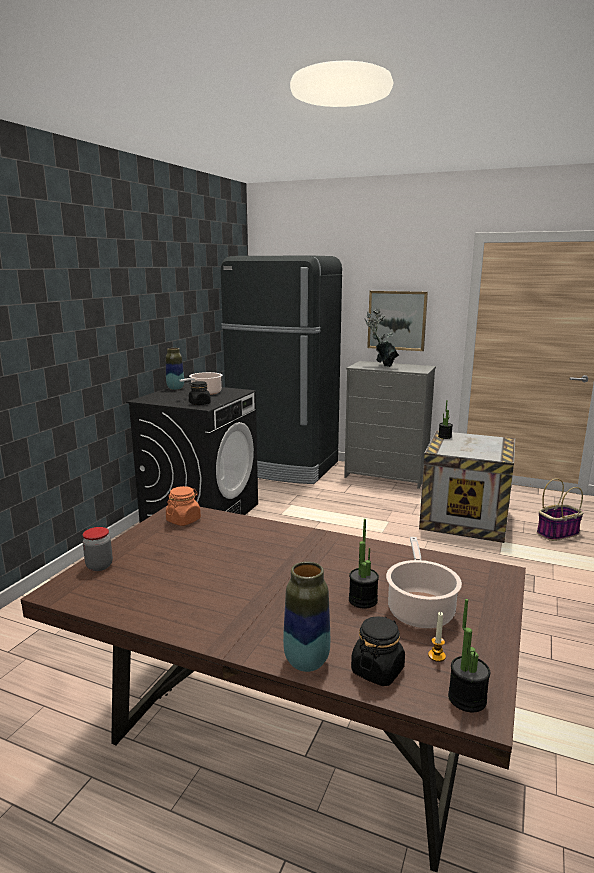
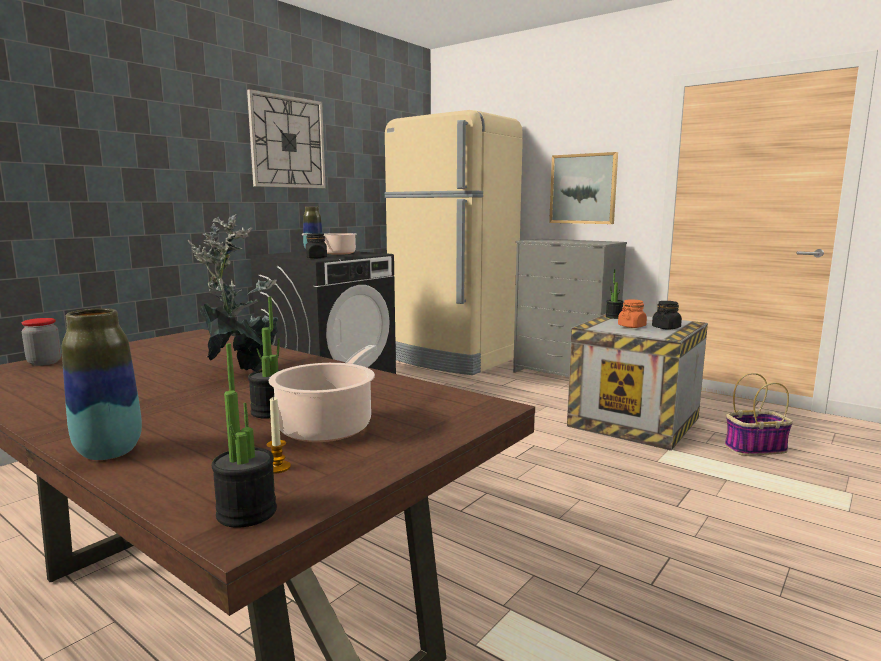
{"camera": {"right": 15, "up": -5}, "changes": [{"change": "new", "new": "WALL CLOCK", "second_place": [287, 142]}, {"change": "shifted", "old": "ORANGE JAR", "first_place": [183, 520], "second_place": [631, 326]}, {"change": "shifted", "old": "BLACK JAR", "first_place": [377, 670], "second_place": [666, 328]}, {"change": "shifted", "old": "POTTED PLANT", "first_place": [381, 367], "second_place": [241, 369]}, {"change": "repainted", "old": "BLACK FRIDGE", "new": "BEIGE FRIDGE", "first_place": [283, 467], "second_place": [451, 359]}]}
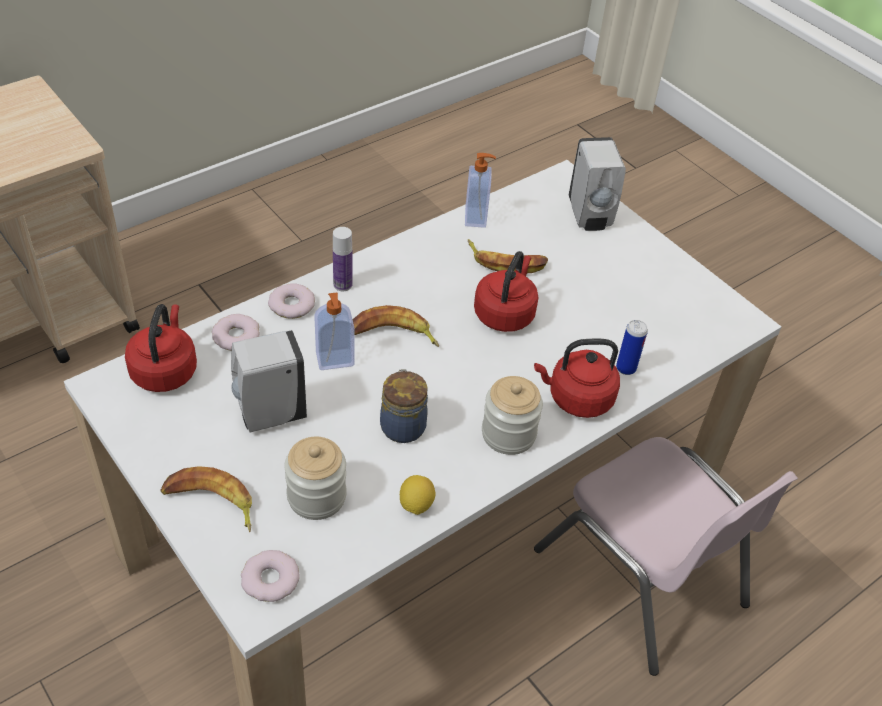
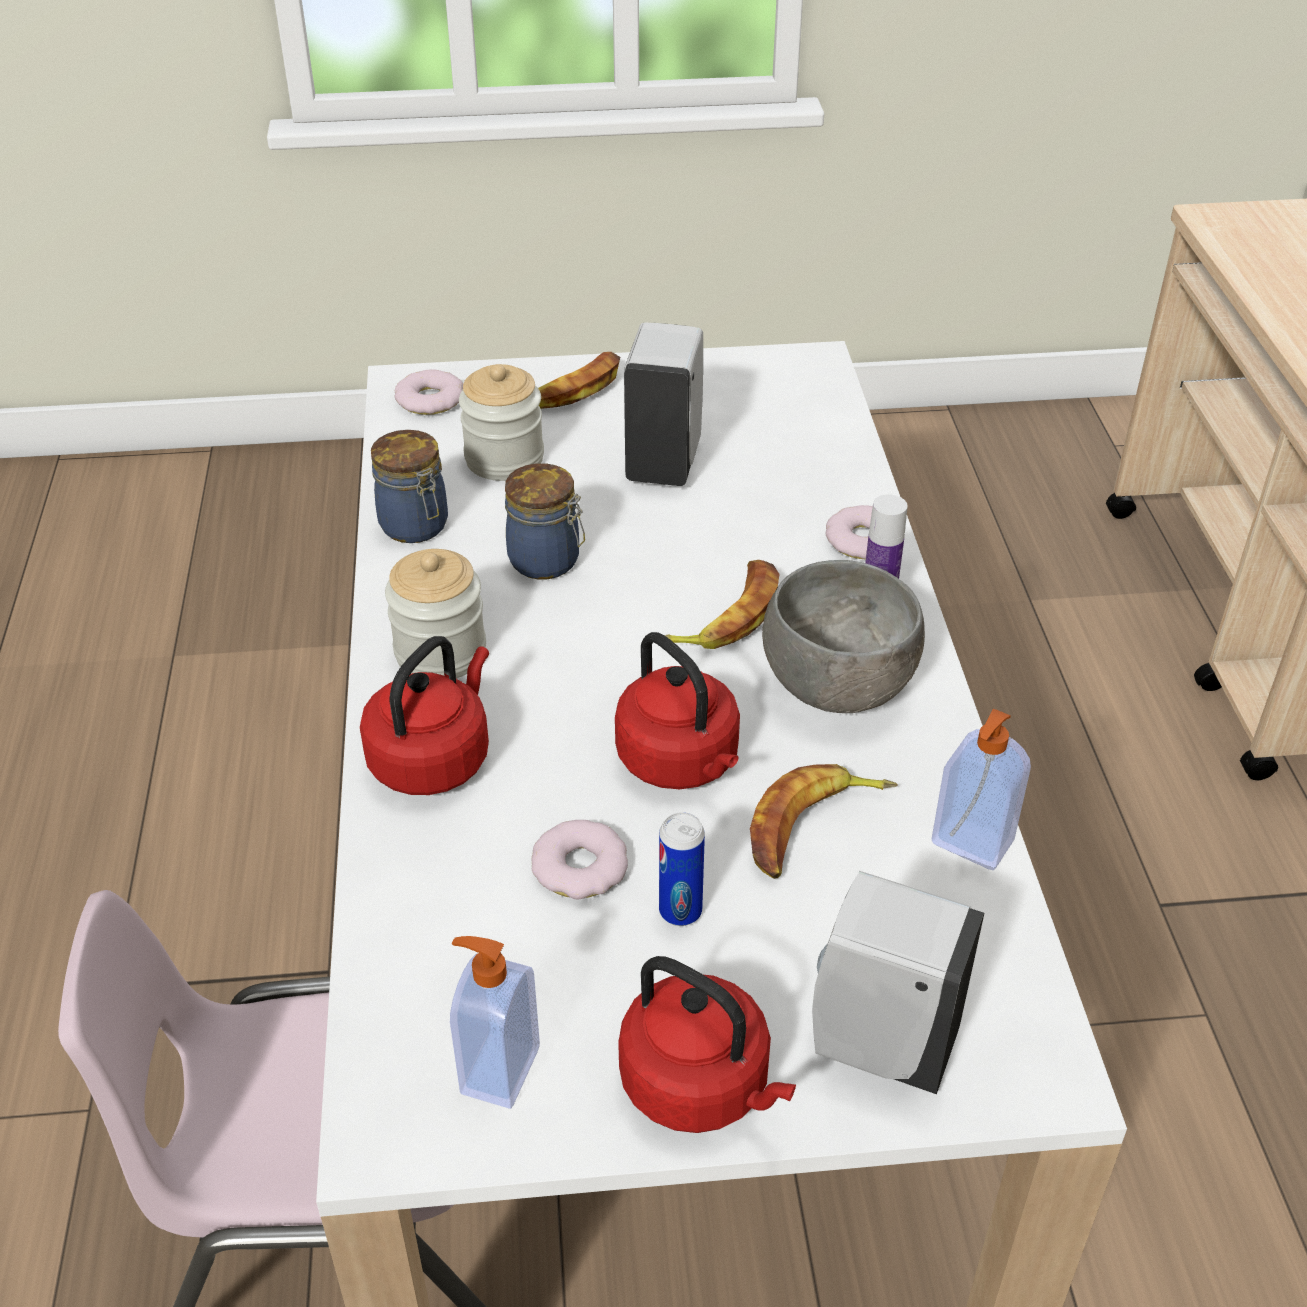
{"camera": {"right": 125, "up": -5}, "changes": [{"change": "new", "new": "GREY BOWL", "second_place": [837, 689]}, {"change": "shifted", "old": "RED KETTLE", "first_place": [165, 370], "second_place": [701, 1086]}, {"change": "shifted", "old": "DONUT", "first_place": [236, 336], "second_place": [580, 867]}, {"change": "shifted", "old": "SOAP DISPENSER", "first_place": [335, 360], "second_place": [497, 1070]}, {"change": "shifted", "old": "CAN", "first_place": [626, 368], "second_place": [680, 911]}, {"change": "swapped", "old": "LEMON", "new": "JAR", "first_place": [416, 504], "second_place": [416, 527]}]}
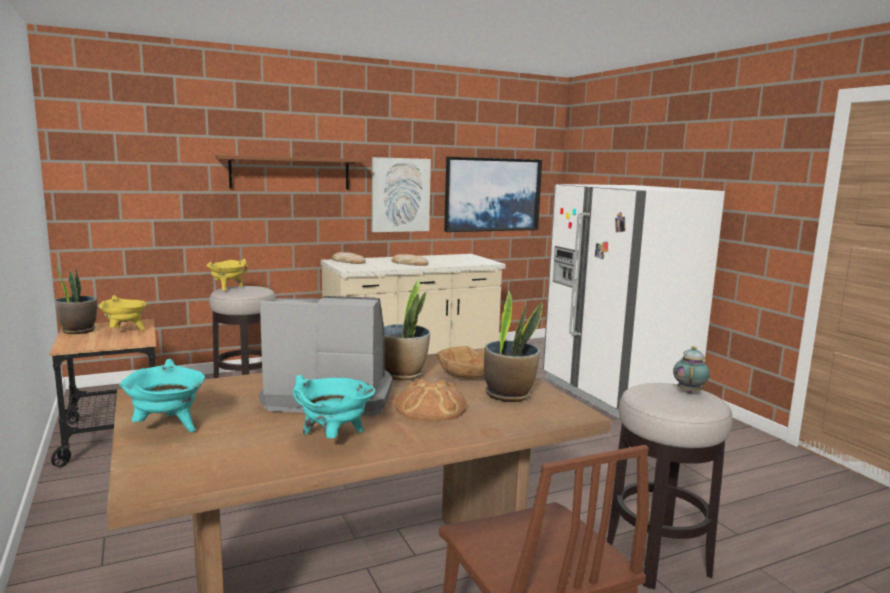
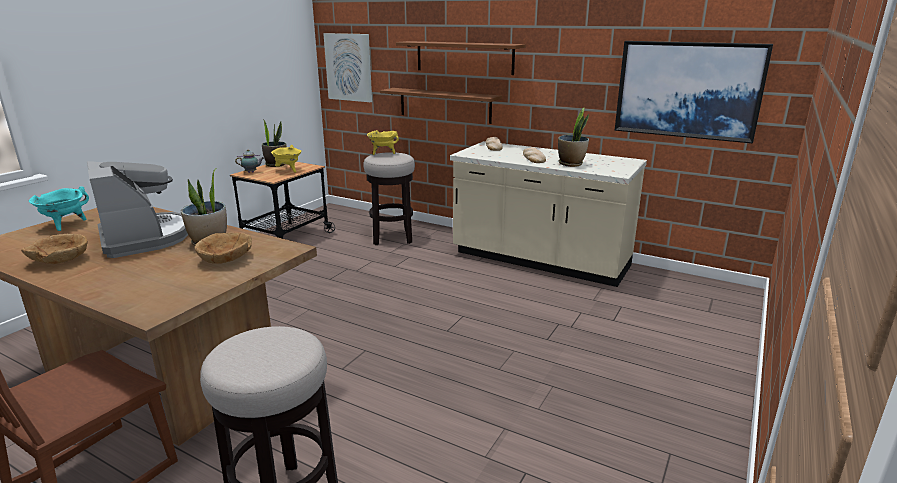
{"camera": {"right": 55, "up": 10}, "changes": [{"change": "gone", "old": "BREAD", "first_place": [431, 407]}, {"change": "gone", "old": "WHITE FRIDGE", "first_place": [616, 392]}, {"change": "new", "new": "BROWN SHELF", "second_place": [444, 105]}, {"change": "shifted", "old": "PICTURE", "first_place": [400, 195], "second_place": [349, 67]}, {"change": "shifted", "old": "POTTED PLANT", "first_place": [509, 395], "second_place": [571, 164]}, {"change": "shifted", "old": "TEAPOT", "first_place": [689, 391], "second_place": [252, 172]}, {"change": "swapped", "old": "TURQUOISE COOKING POT", "new": "BROWN BOWL", "first_place": [334, 439], "second_place": [59, 260]}]}
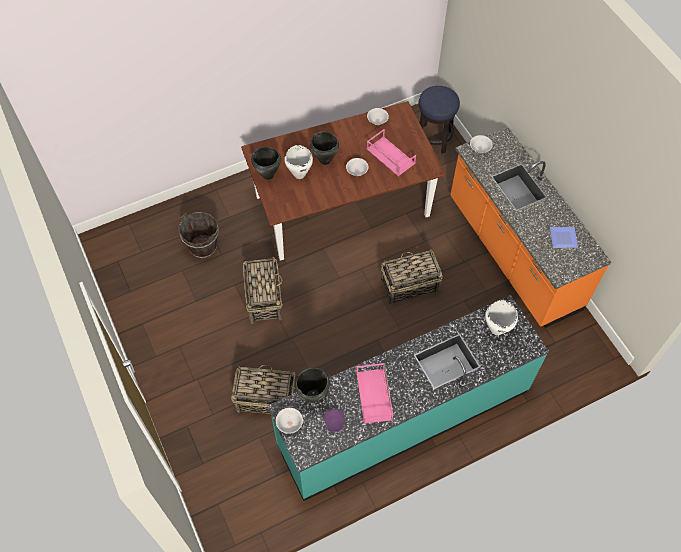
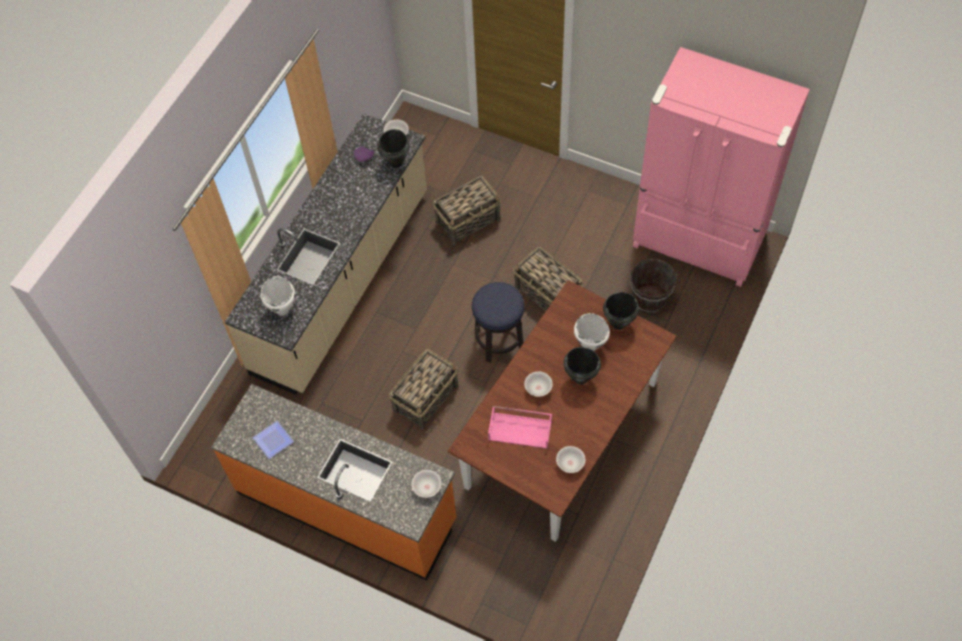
{"camera": {"right": 145, "up": 0}, "changes": [{"change": "gone", "old": "PINK TRAY", "first_place": [374, 396]}, {"change": "new", "new": "PINK FRIDGE", "second_place": [698, 241]}, {"change": "shifted", "old": "STOOL", "first_place": [433, 139], "second_place": [499, 341]}, {"change": "repainted", "old": "TURQUOISE COUNTER", "new": "BEIGE COUNTER", "first_place": [403, 417], "second_place": [343, 282]}]}
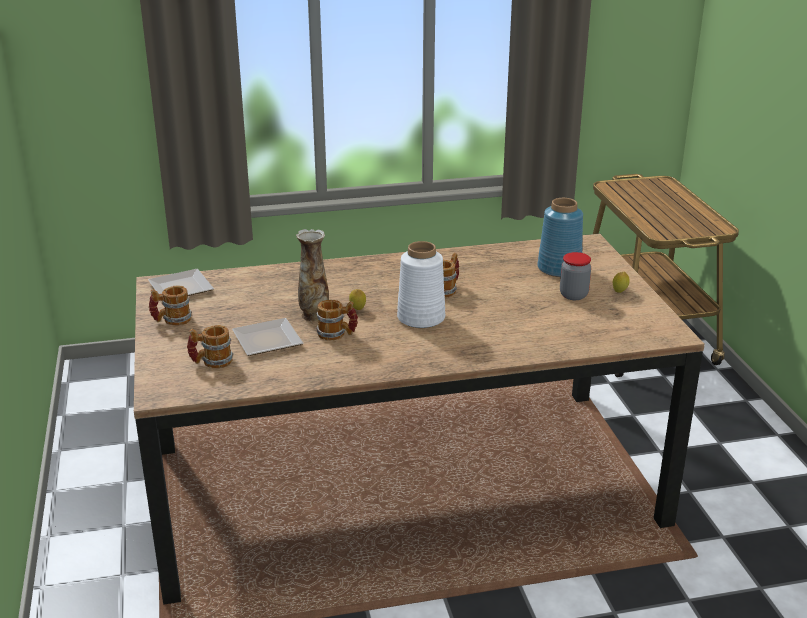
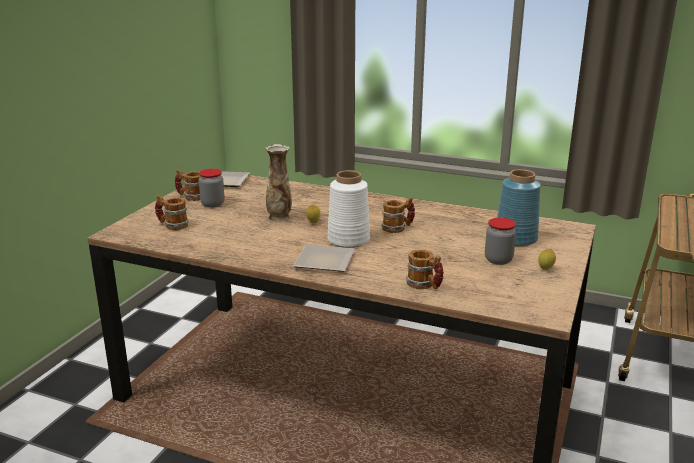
{"camera": {"right": 35, "up": -5}, "changes": [{"change": "new", "new": "JAR", "second_place": [212, 204]}, {"change": "shifted", "old": "PLATE", "first_place": [266, 342], "second_place": [322, 262]}, {"change": "shifted", "old": "MUG", "first_place": [337, 334], "second_place": [424, 285]}]}
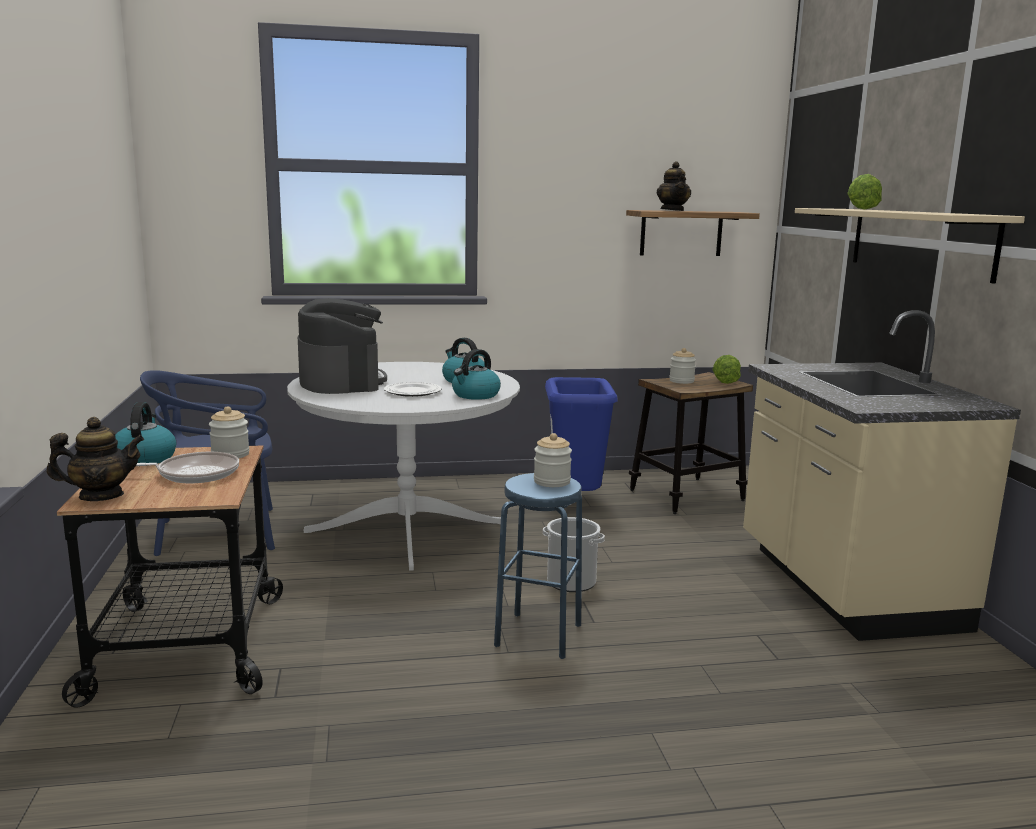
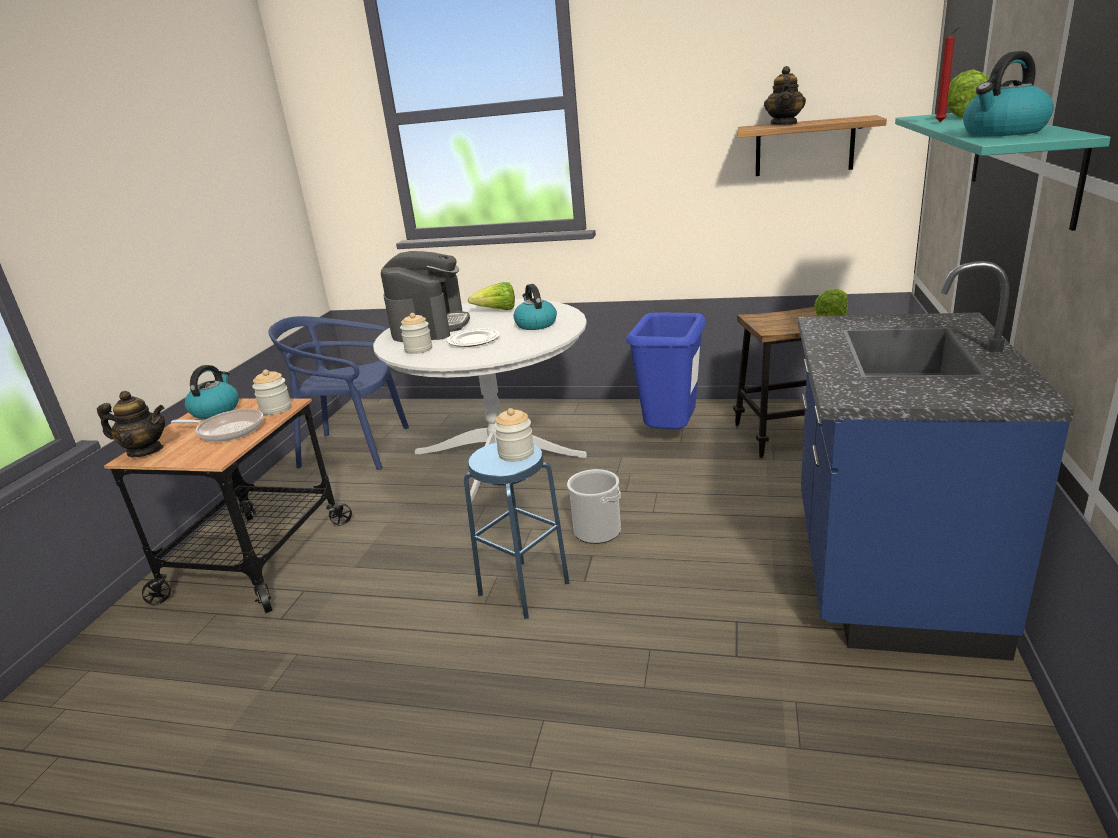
{"camera": {"right": 25, "up": 10}, "changes": [{"change": "new", "new": "LETTUCE", "second_place": [497, 311]}, {"change": "new", "new": "RED CANDLE", "second_place": [941, 122]}, {"change": "shifted", "old": "KETTLE", "first_place": [475, 395], "second_place": [1003, 133]}, {"change": "shifted", "old": "JAR", "first_place": [681, 381], "second_place": [418, 349]}, {"change": "repainted", "old": "BEIGE COUNTER", "new": "BLUE COUNTER", "first_place": [844, 587], "second_place": [885, 573]}, {"change": "repainted", "old": "BEIGE SHELF", "new": "TURQUOISE SHELF", "first_place": [920, 242], "second_place": [1022, 161]}]}
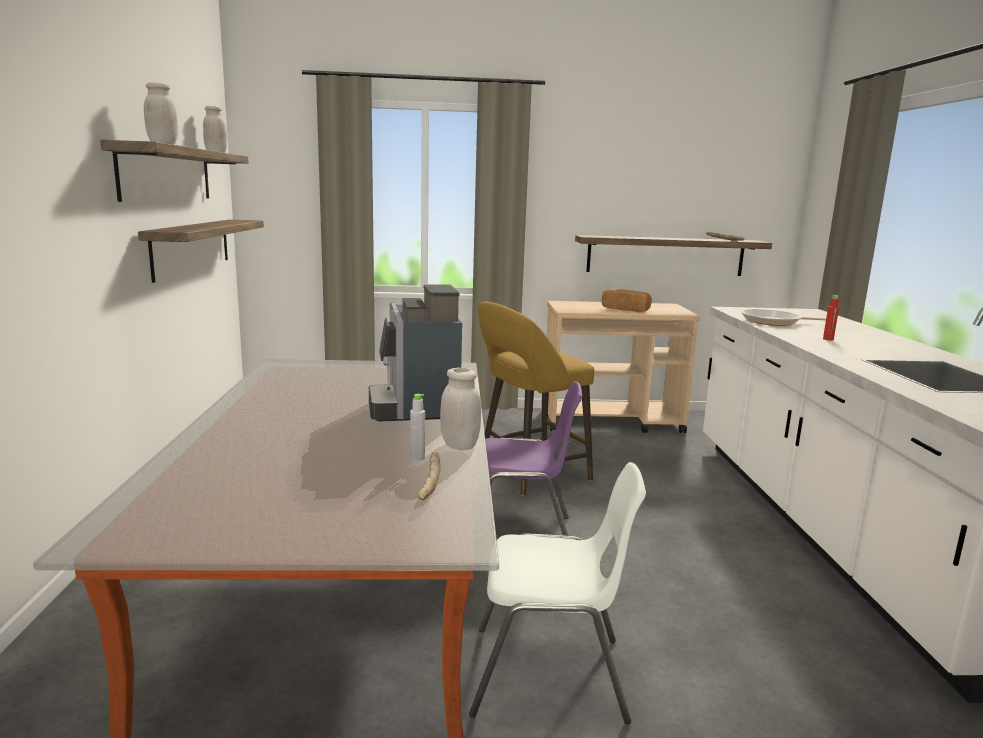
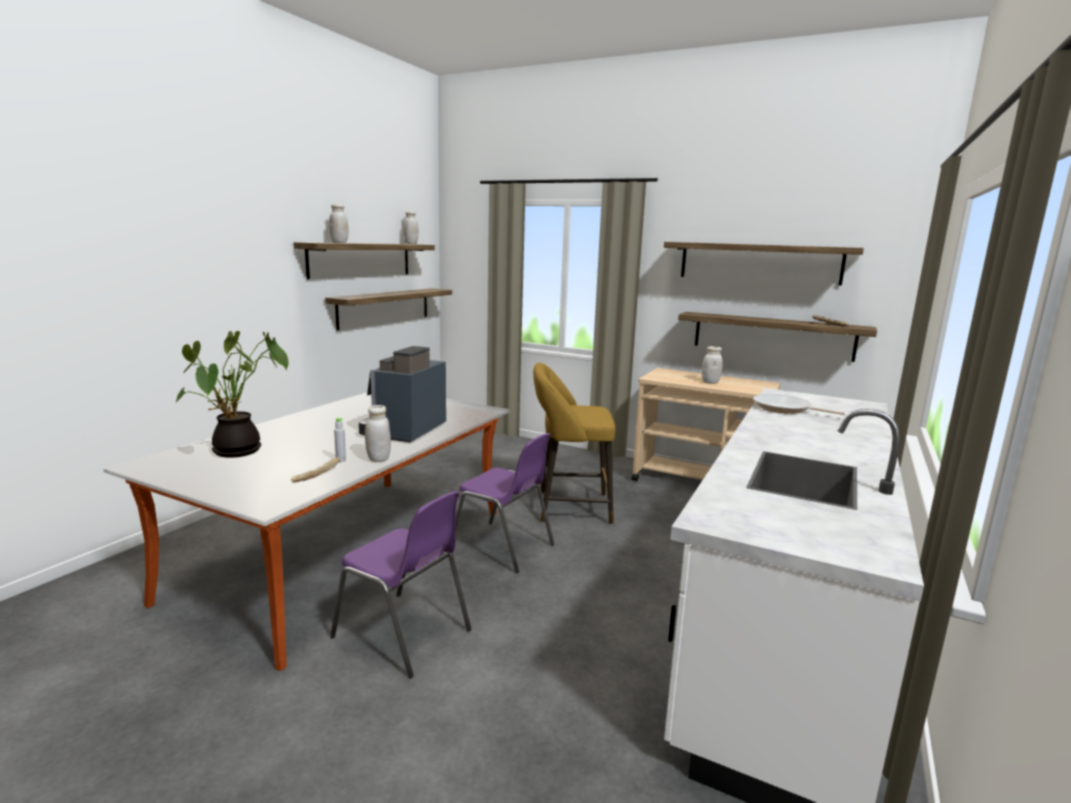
{"camera": {"right": 30, "up": 0}, "changes": [{"change": "gone", "old": "RED BOTTLE", "first_place": [828, 339]}, {"change": "new", "new": "POTTED PLANT", "second_place": [237, 452]}, {"change": "new", "new": "SHELF", "second_place": [759, 263]}, {"change": "swapped", "old": "BREAD", "new": "WHITE JAR", "first_place": [625, 309], "second_place": [710, 382]}, {"change": "repainted", "old": "WHITE CHAIR", "new": "PURPLE CHAIR", "first_place": [551, 675], "second_place": [404, 634]}]}
